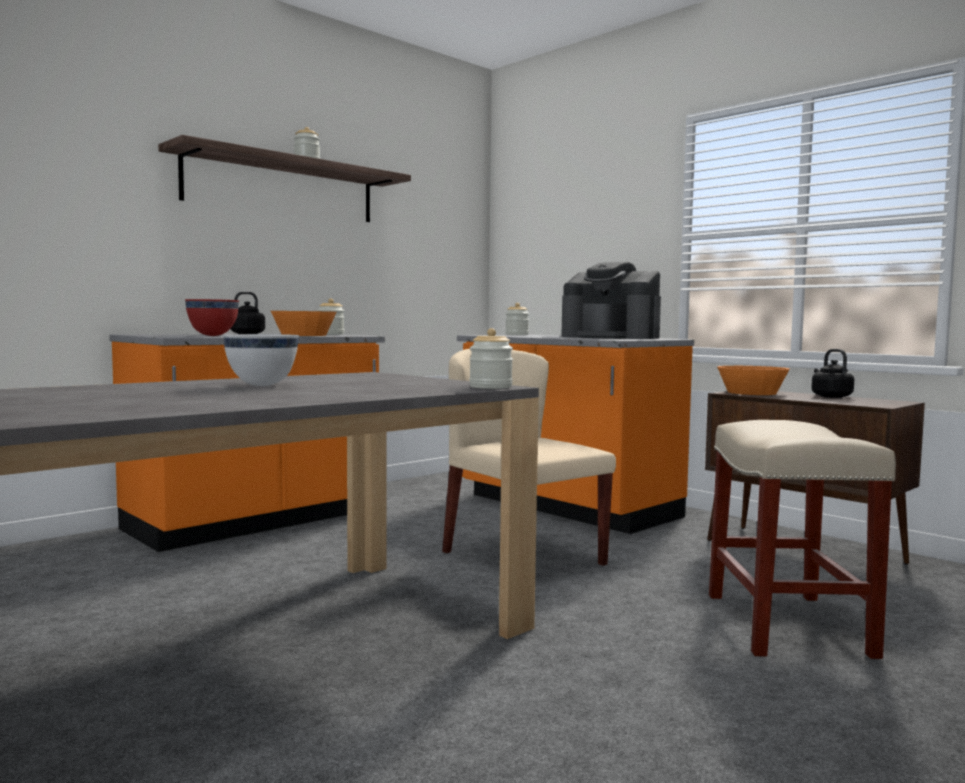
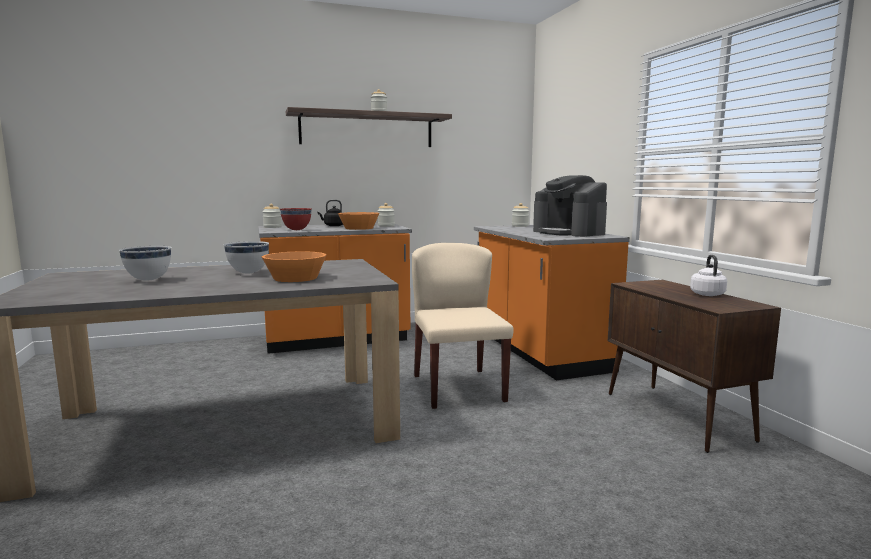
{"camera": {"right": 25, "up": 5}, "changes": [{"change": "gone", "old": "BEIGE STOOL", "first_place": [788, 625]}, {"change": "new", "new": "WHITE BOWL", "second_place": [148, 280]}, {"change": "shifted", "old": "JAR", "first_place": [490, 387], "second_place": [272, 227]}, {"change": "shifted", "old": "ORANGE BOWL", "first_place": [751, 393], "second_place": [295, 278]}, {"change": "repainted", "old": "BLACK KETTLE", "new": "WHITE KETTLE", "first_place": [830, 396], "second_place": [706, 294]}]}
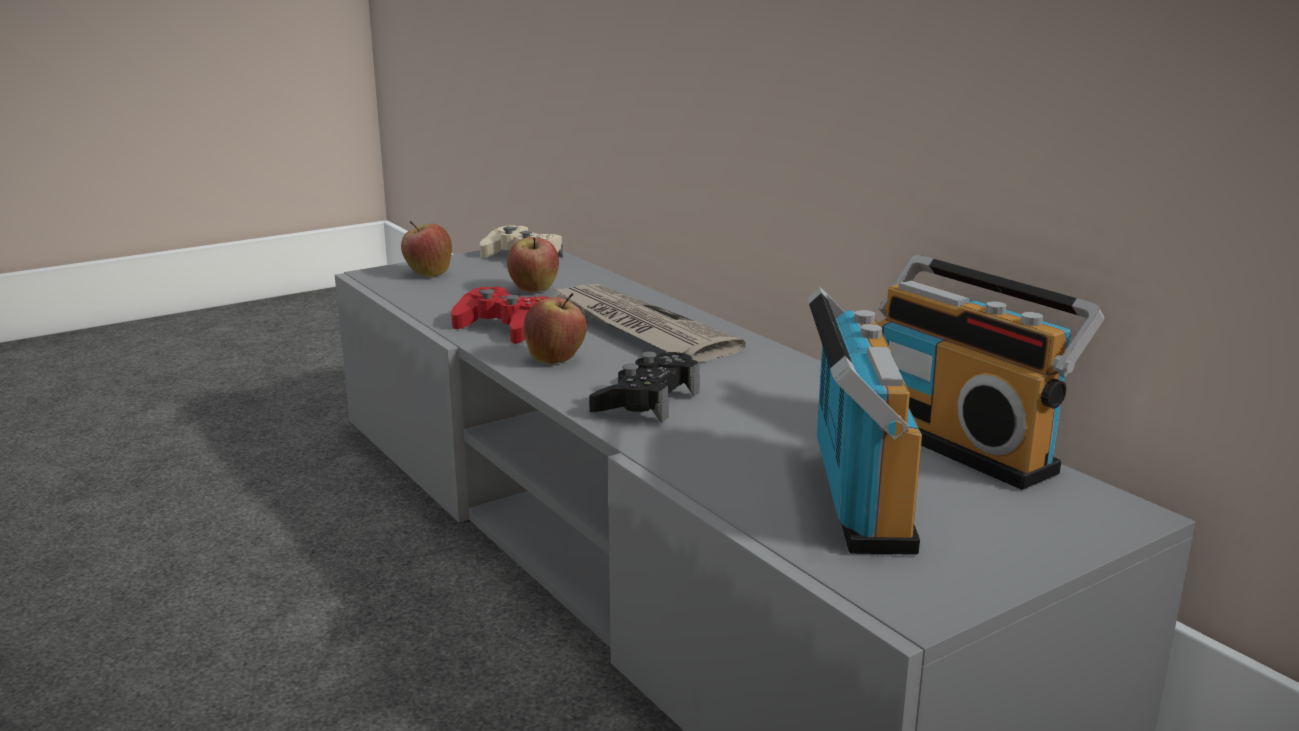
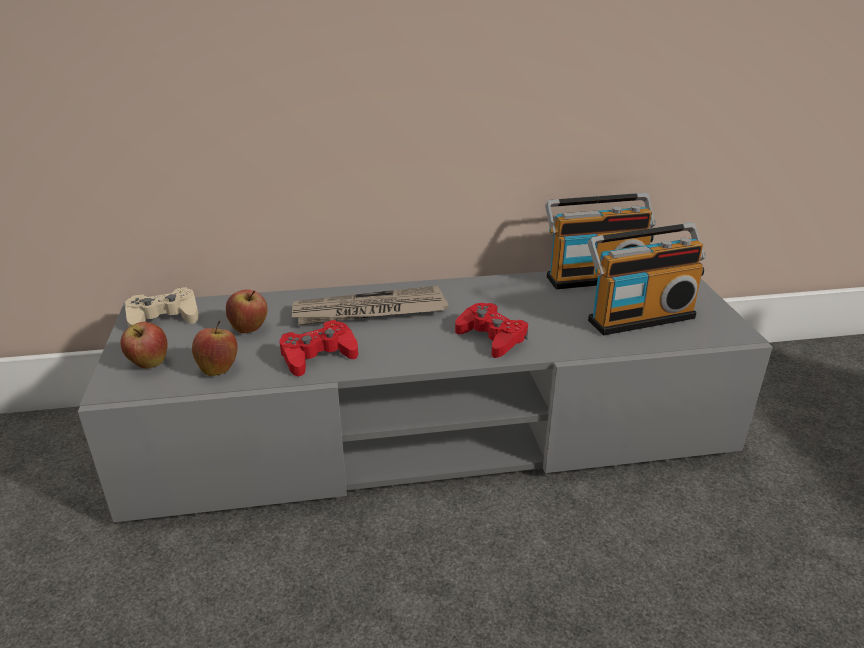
{"camera": {"right": -65, "up": 10}, "changes": [{"change": "shifted", "old": "APPLE", "first_place": [556, 360], "second_place": [218, 369]}, {"change": "repainted", "old": "BLACK GAME CONTROLLER", "new": "RED GAME CONTROLLER", "first_place": [646, 401], "second_place": [491, 337]}, {"change": "rotated", "old": "RADIO", "first_place": [853, 498], "second_place": [638, 317], "degrees": 135}]}
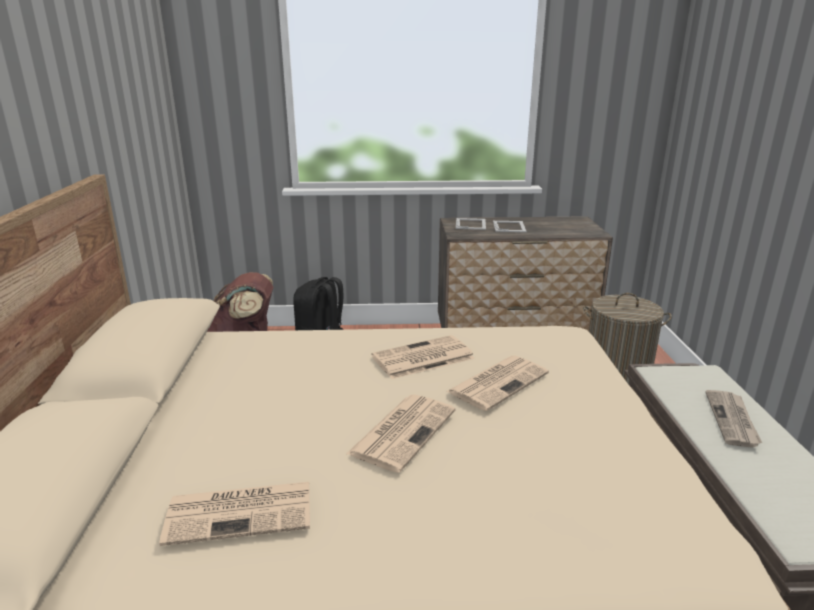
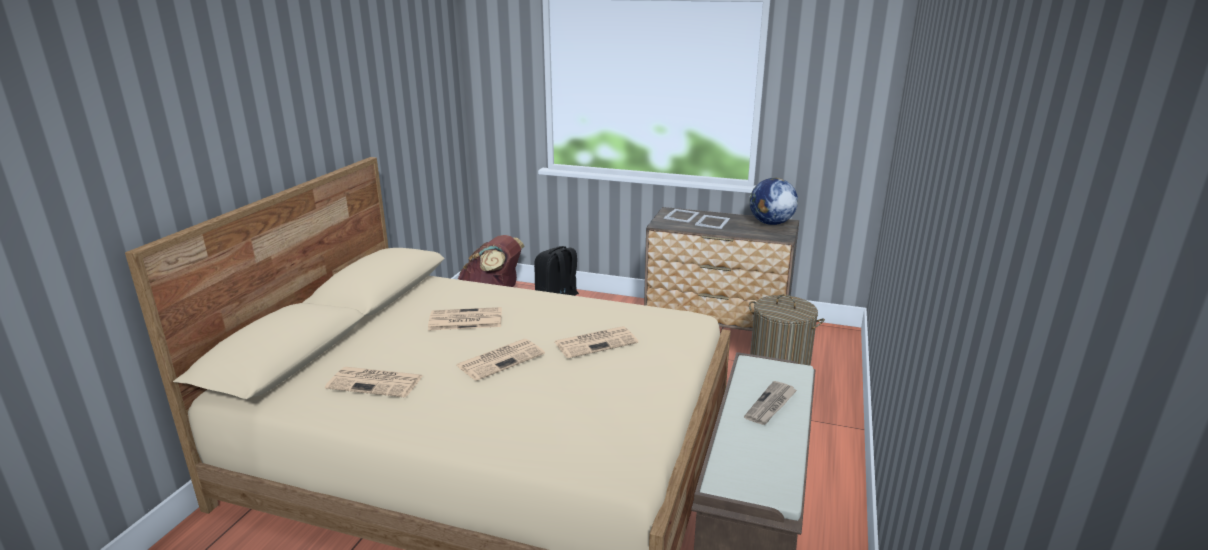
{"camera": {"right": 20, "up": 0}, "changes": [{"change": "new", "new": "GLOBE", "second_place": [770, 223]}, {"change": "shifted", "old": "NEWSPAPER", "first_place": [422, 358], "second_place": [464, 320]}]}
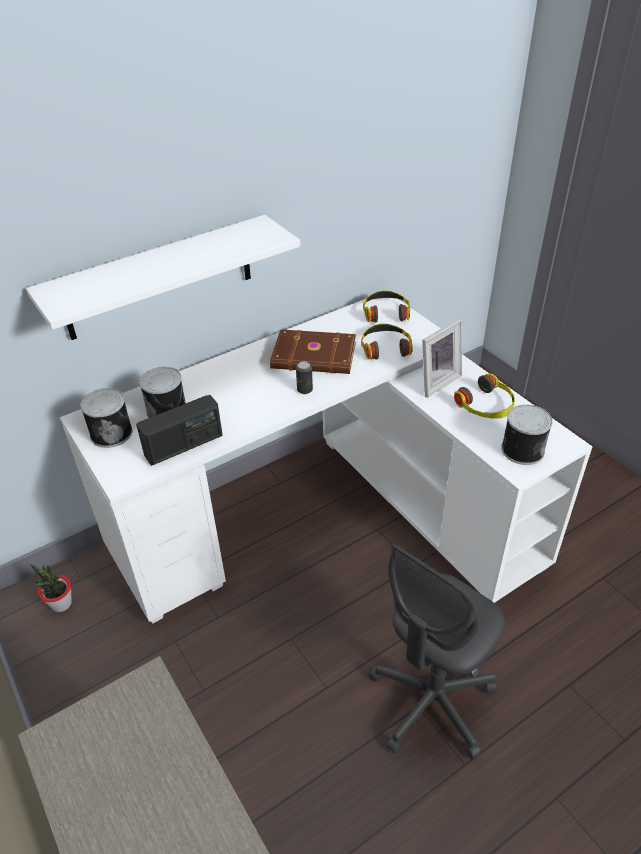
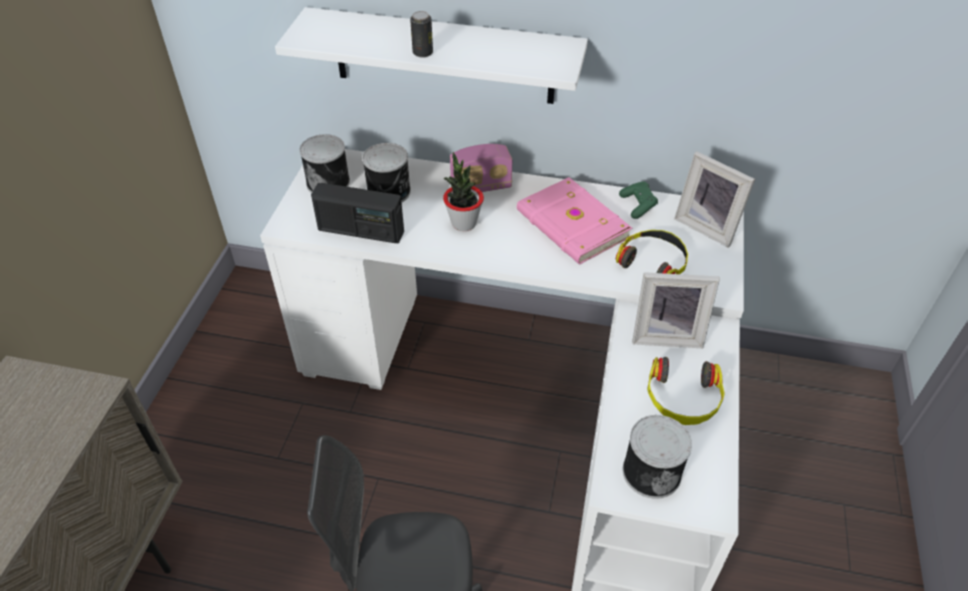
{"camera": {"right": 45, "up": 5}, "changes": [{"change": "new", "new": "RADIO", "second_place": [481, 187]}, {"change": "new", "new": "GREEN GAME CONTROLLER", "second_place": [638, 205]}, {"change": "shifted", "old": "POTTED PLANT", "first_place": [61, 604], "second_place": [463, 223]}, {"change": "shifted", "old": "CAN", "first_place": [305, 390], "second_place": [423, 53]}, {"change": "swapped", "old": "HEADPHONES", "new": "PICTURE FRAME", "first_place": [386, 312], "second_place": [708, 226]}, {"change": "repainted", "old": "BROWN BOOK", "new": "PINK BOOK", "first_place": [314, 357], "second_place": [571, 225]}]}
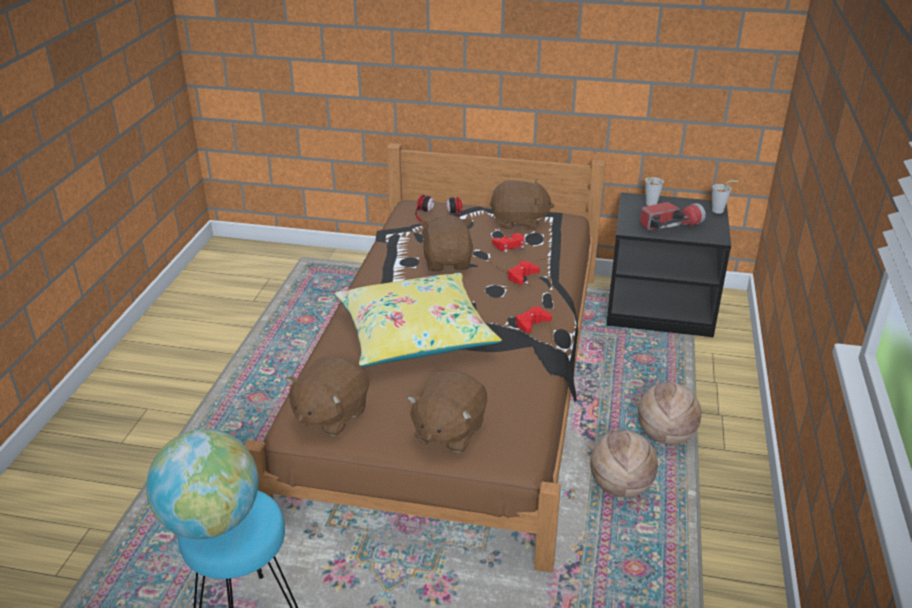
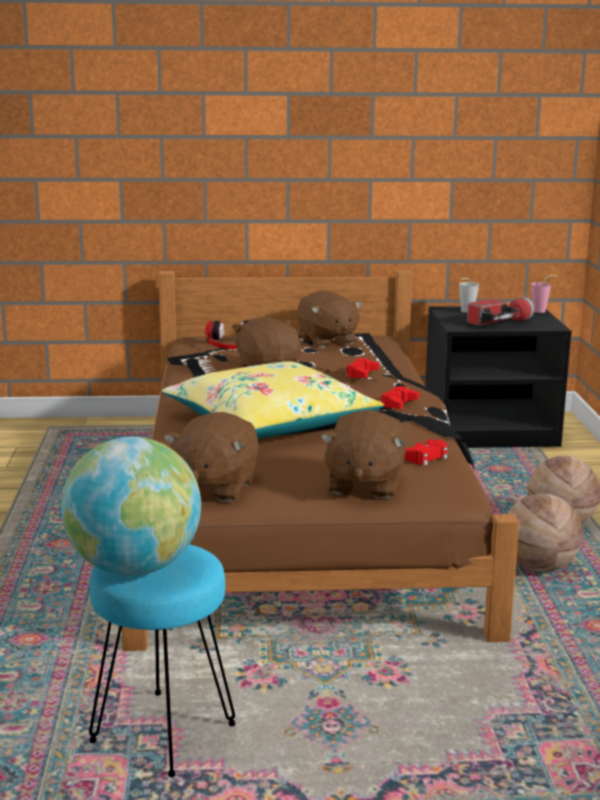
{"camera": {"right": -15, "up": -15}, "changes": [{"change": "shifted", "old": "RED GAME CONTROLLER", "first_place": [509, 245], "second_place": [425, 457]}, {"change": "repainted", "old": "GREY CUP", "new": "PINK CUP", "first_place": [720, 211], "second_place": [542, 311]}, {"change": "rotated", "old": "BROWN PLUSH TOY", "first_place": [519, 222], "second_place": [327, 341], "degrees": 75}]}
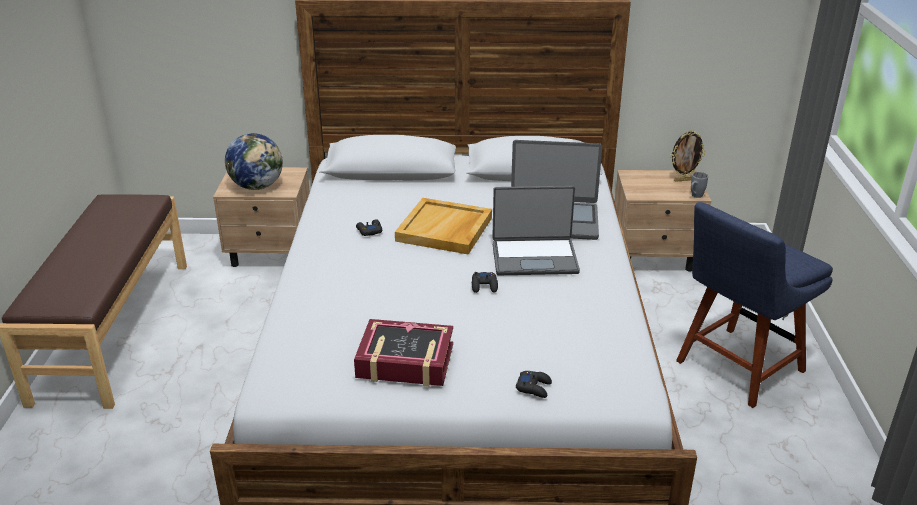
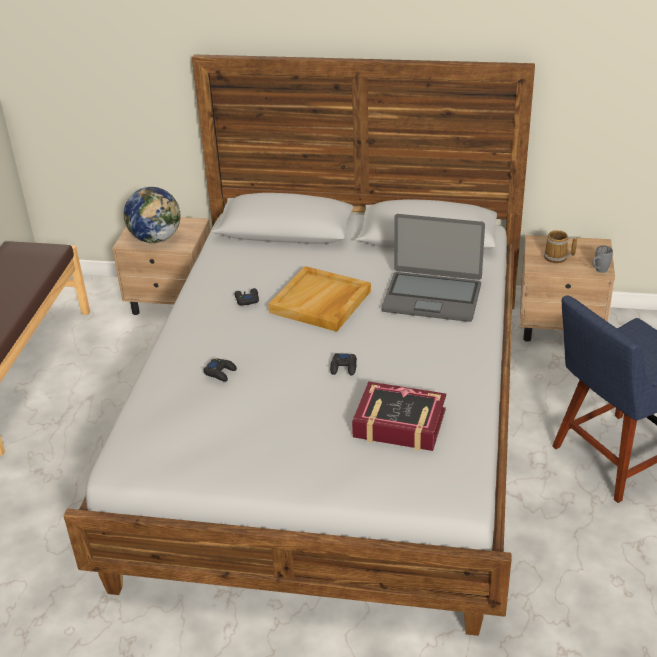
{"camera": {"right": 10, "up": 5}, "changes": [{"change": "gone", "old": "LAPTOP", "first_place": [534, 257]}, {"change": "gone", "old": "PICTURE FRAME", "first_place": [683, 180]}, {"change": "new", "new": "MUG", "second_place": [557, 257]}, {"change": "shifted", "old": "BOOK", "first_place": [405, 361], "second_place": [399, 424]}, {"change": "shifted", "old": "BLACK GAME CONTROLLER", "first_place": [534, 387], "second_place": [220, 372]}]}
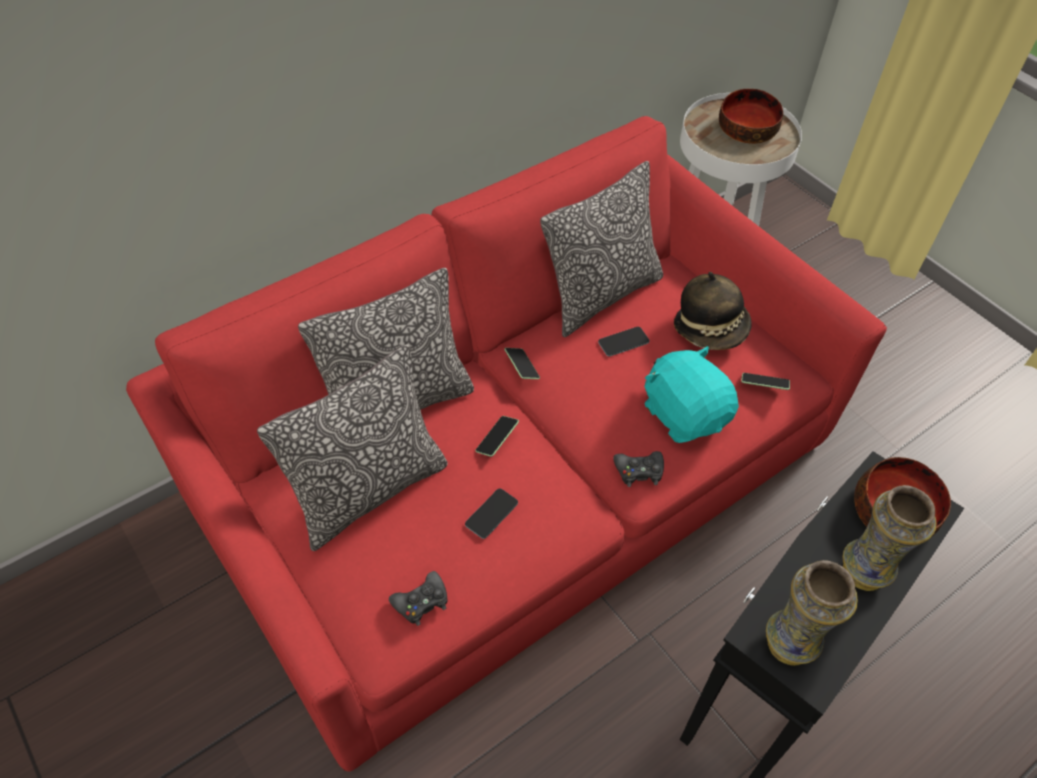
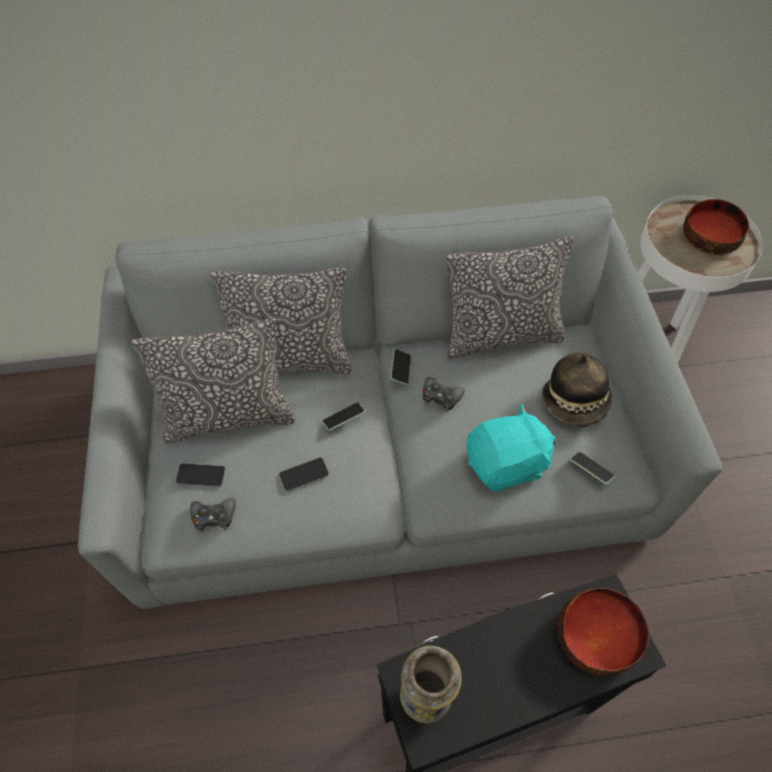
{"camera": {"right": 30, "up": 5}, "changes": [{"change": "gone", "old": "VASE", "first_place": [865, 573]}, {"change": "shifted", "old": "PHONE", "first_place": [623, 342], "second_place": [200, 475]}, {"change": "shifted", "old": "BLACK GAME CONTROLLER", "first_place": [639, 471], "second_place": [441, 397]}, {"change": "repainted", "old": "RED SOFA", "new": "GREY SOFA", "first_place": [515, 471], "second_place": [387, 447]}, {"change": "rotated", "old": "TURQUOISE PLUSH TOY", "first_place": [684, 414], "second_place": [506, 464], "degrees": 75}]}
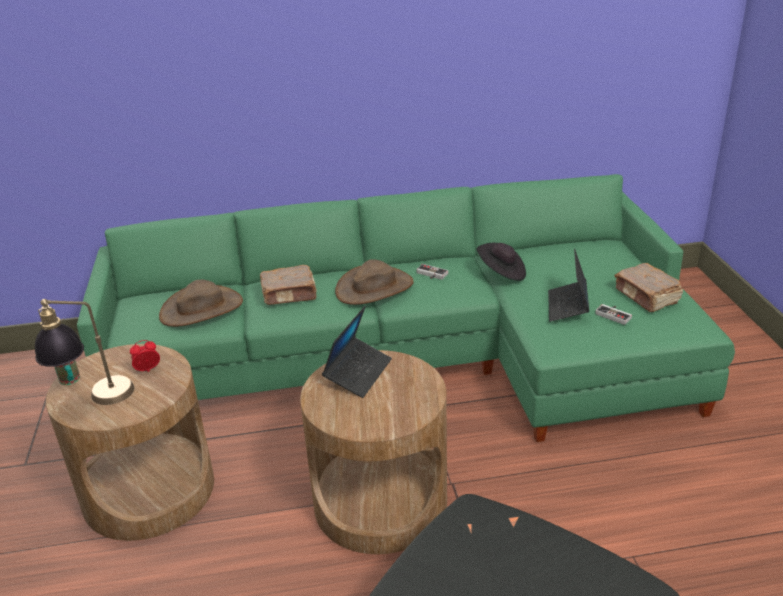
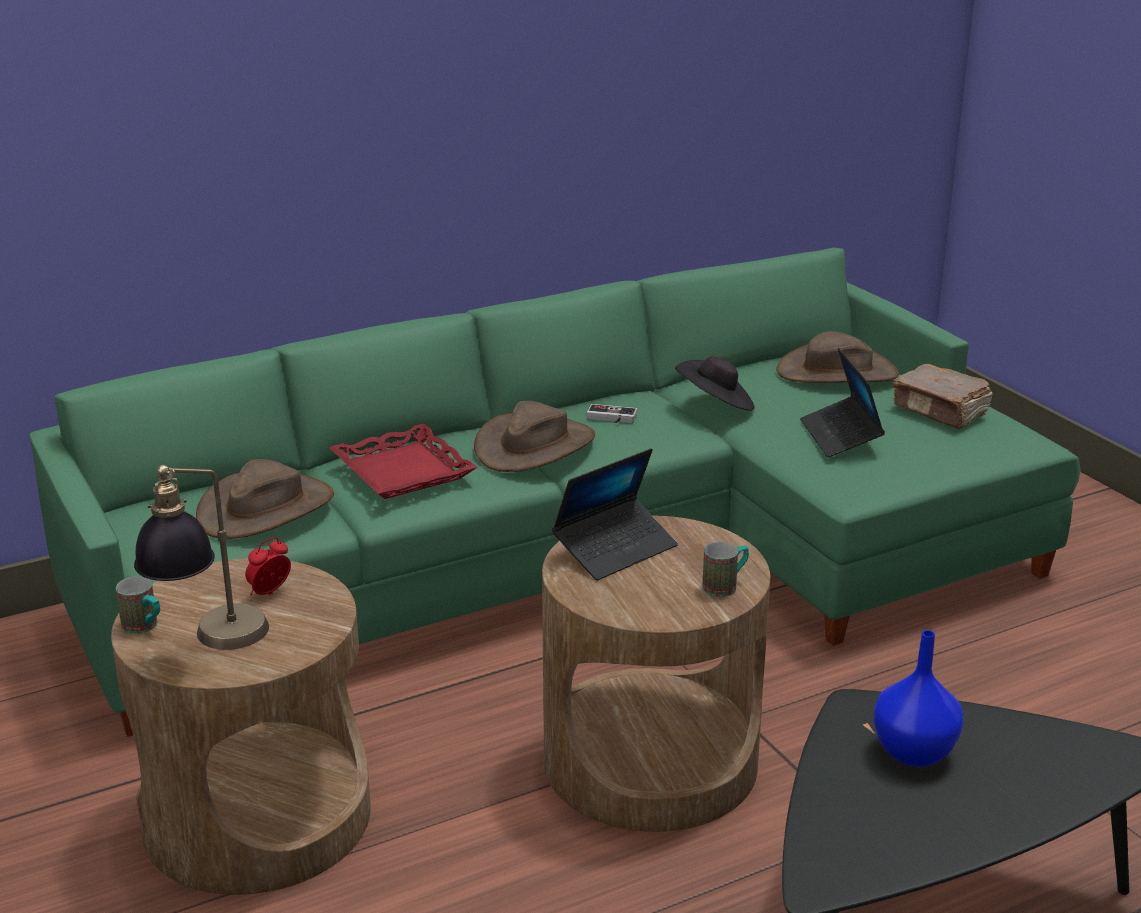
{"camera": {"right": -20, "up": -5}, "changes": [{"change": "gone", "old": "GAME CONTROLLER", "first_place": [614, 315]}, {"change": "new", "new": "MUG", "second_place": [725, 586]}, {"change": "new", "new": "BROWN HAT", "second_place": [837, 372]}, {"change": "new", "new": "BLUE VASE", "second_place": [912, 751]}, {"change": "swapped", "old": "BROWN BOOK", "new": "RED TRAY", "first_place": [290, 295], "second_place": [404, 471]}, {"change": "rotated", "old": "LAPTOP", "first_place": [358, 373], "second_place": [615, 549], "degrees": 45}]}
